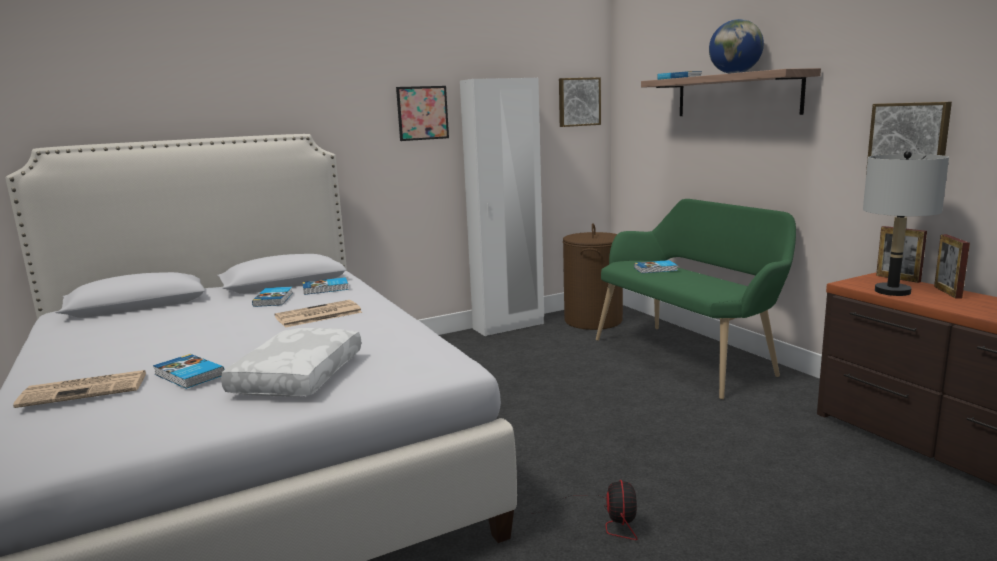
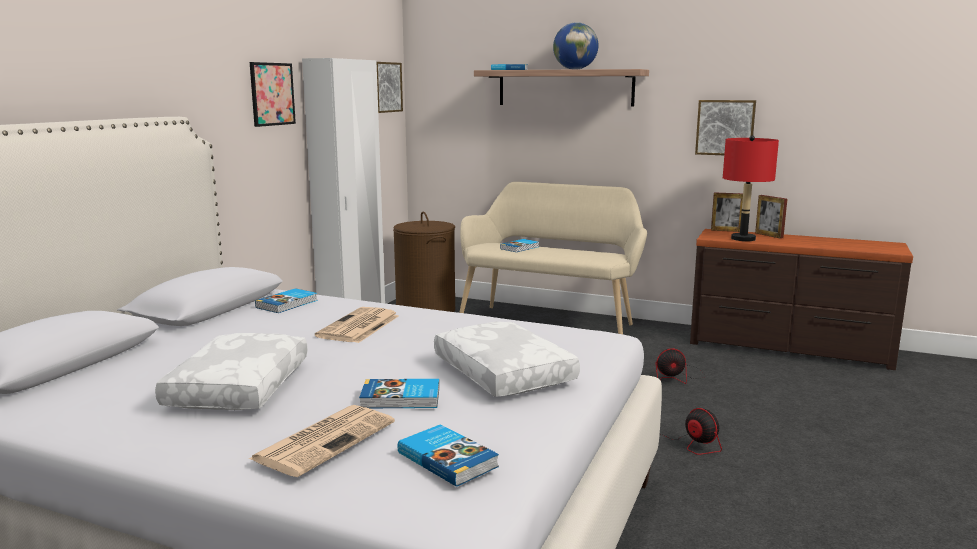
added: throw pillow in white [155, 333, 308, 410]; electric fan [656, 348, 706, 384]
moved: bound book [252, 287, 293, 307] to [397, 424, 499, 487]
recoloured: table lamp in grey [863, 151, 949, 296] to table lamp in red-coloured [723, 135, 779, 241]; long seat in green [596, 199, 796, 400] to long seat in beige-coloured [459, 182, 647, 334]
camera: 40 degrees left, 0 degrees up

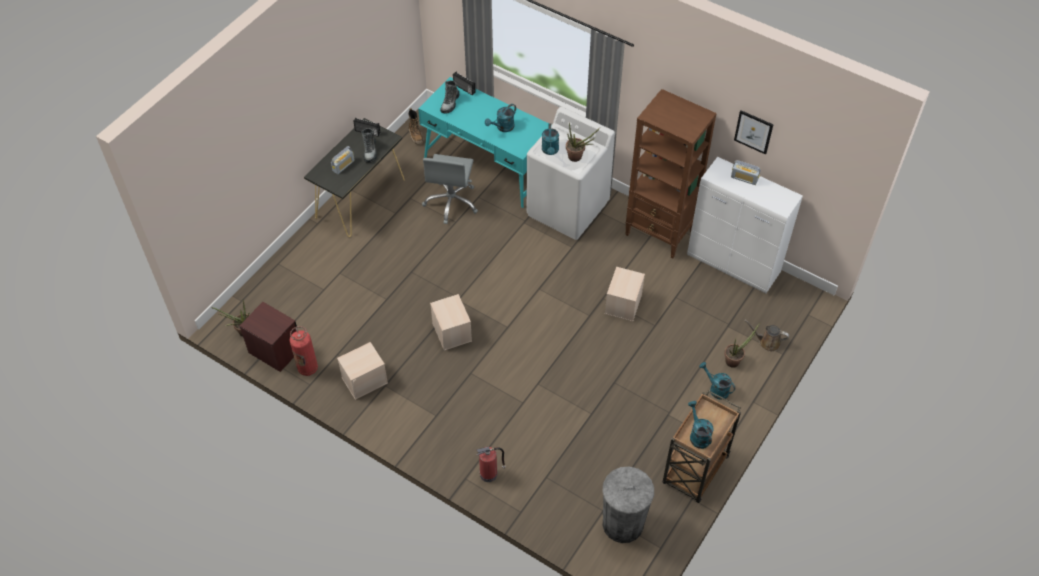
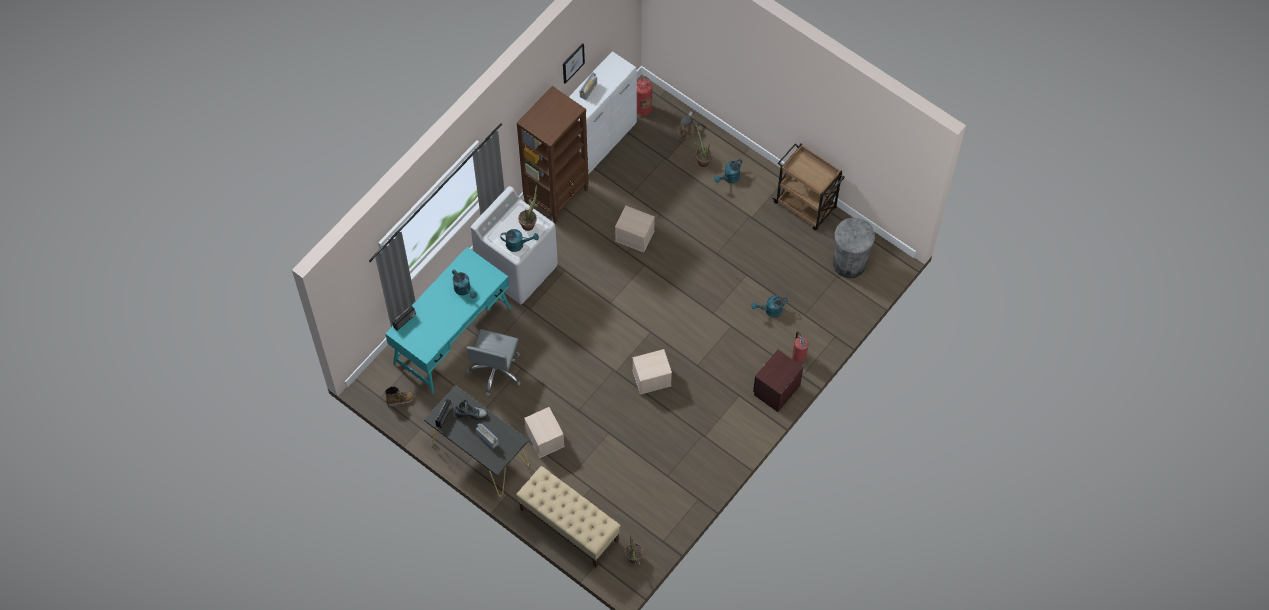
removed: boot [440, 80, 460, 113]
added: long seat in beige-coloured [516, 466, 621, 567]
moved: bedside table in brown-coloured [239, 302, 297, 372] to [753, 350, 803, 412]; extinguisher [290, 326, 318, 376] to [637, 76, 652, 116]; storage container in beige-coloured [337, 342, 388, 400] to [524, 407, 565, 458]; watering pot in turquoise-coloured [688, 401, 713, 449] to [751, 295, 788, 318]
turned: office chair in grey [422, 154, 478, 224] = [467, 329, 521, 396] 90 degrees clockwise
camera: 85 degrees left, 10 degrees up

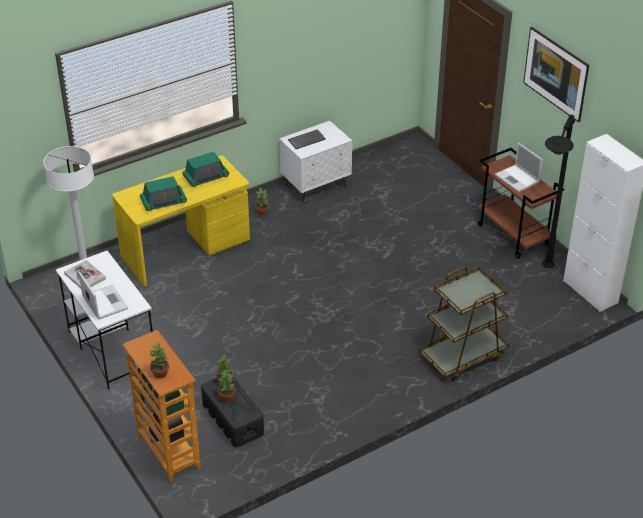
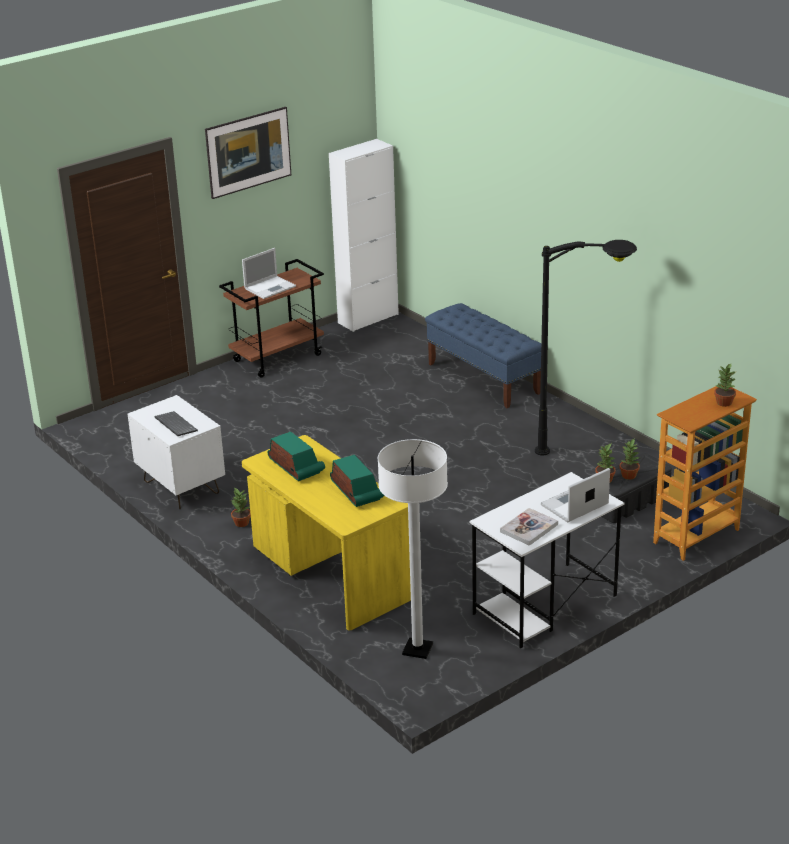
moved: floor lamp in black [542, 114, 575, 268] to [535, 240, 637, 455]
replaced: trolley in brown-coloured [419, 266, 509, 381] to long seat in bluish [425, 303, 541, 408]
camera: 95 degrees left, 10 degrees down

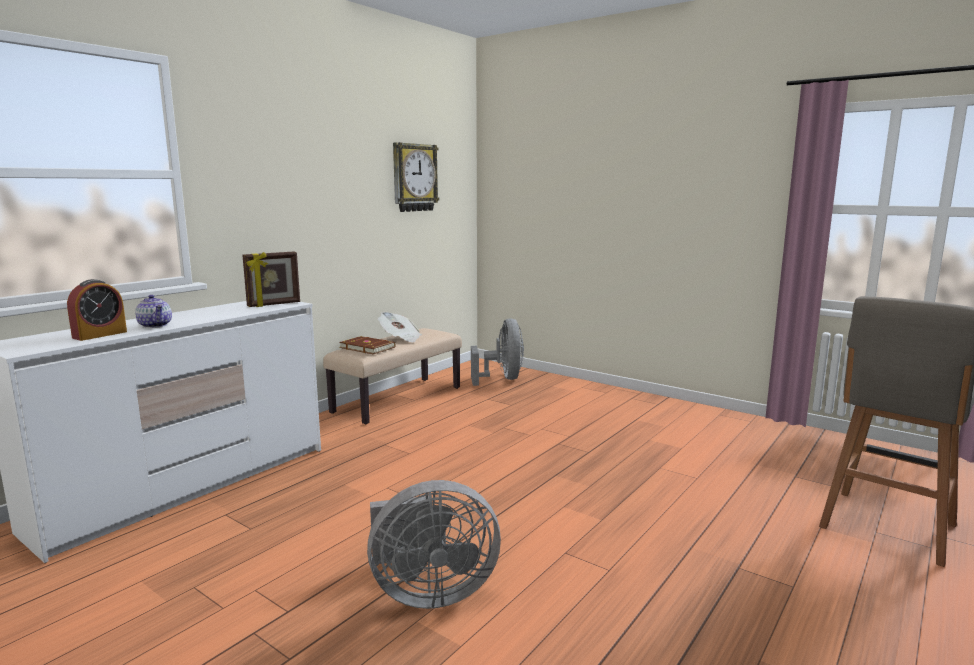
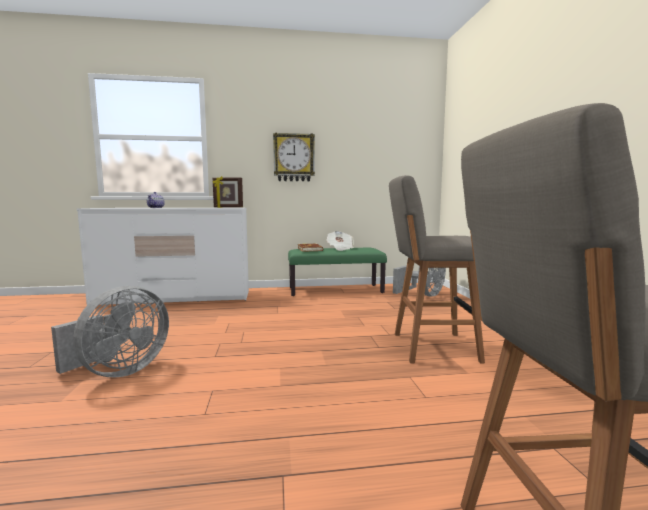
removed: bedside clock [67, 279, 127, 341]
added: stool in grey [389, 175, 485, 363]
moved: hanging clock [393, 142, 439, 212] to [273, 133, 315, 181]
recoloured: long seat in beige-coloured [323, 328, 462, 424] to long seat in green [288, 248, 387, 296]
turned: electric fan in grey [367, 480, 501, 609] = [51, 286, 169, 377] 90 degrees counterclockwise
camera: 45 degrees right, 5 degrees down

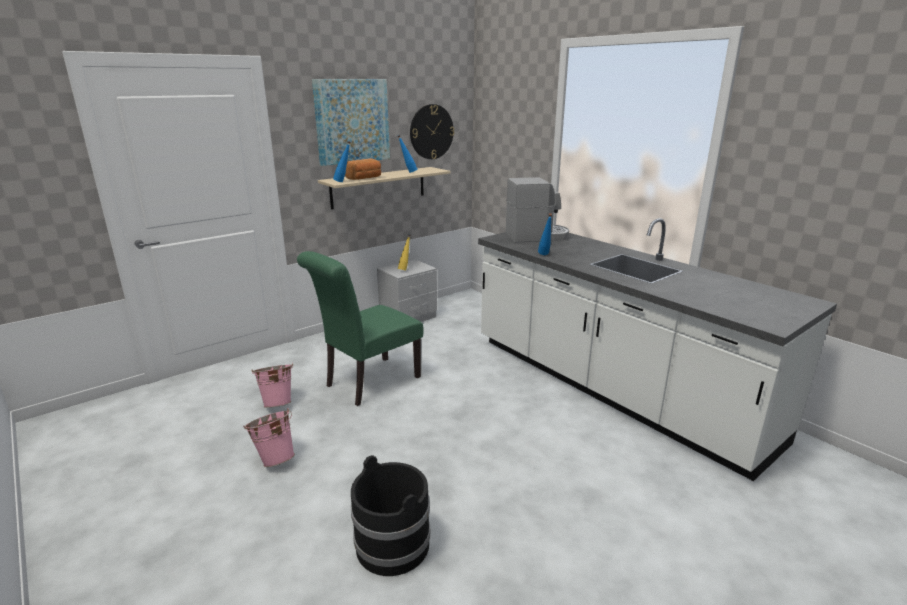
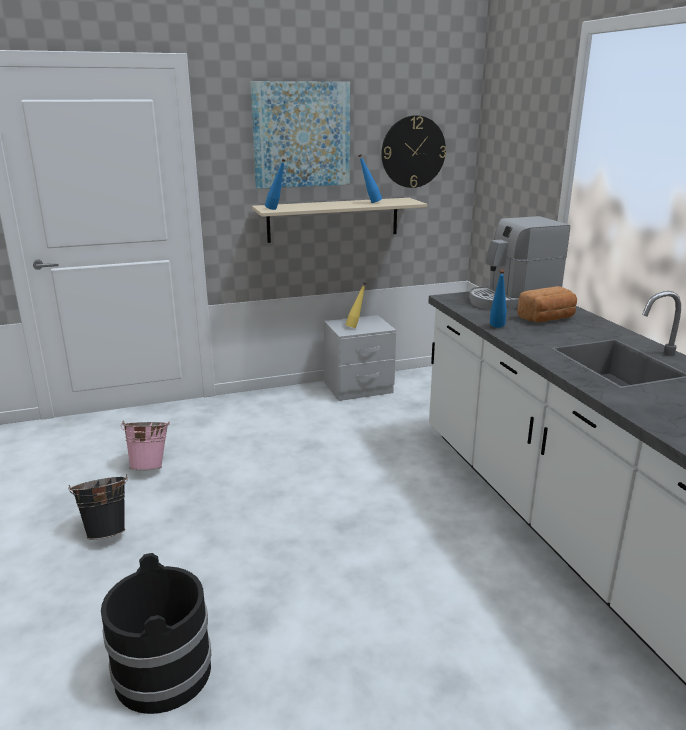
removed: plain chair in green [297, 251, 424, 406]
moved: bakery bread [345, 158, 381, 180] to [517, 286, 577, 323]
recoloured: bucket in pinkish [243, 408, 295, 467] to bucket in black [68, 474, 128, 540]
turned: coffee machine [506, 177, 569, 243] = [469, 216, 570, 310] 150 degrees clockwise
camera: 20 degrees right, 0 degrees up

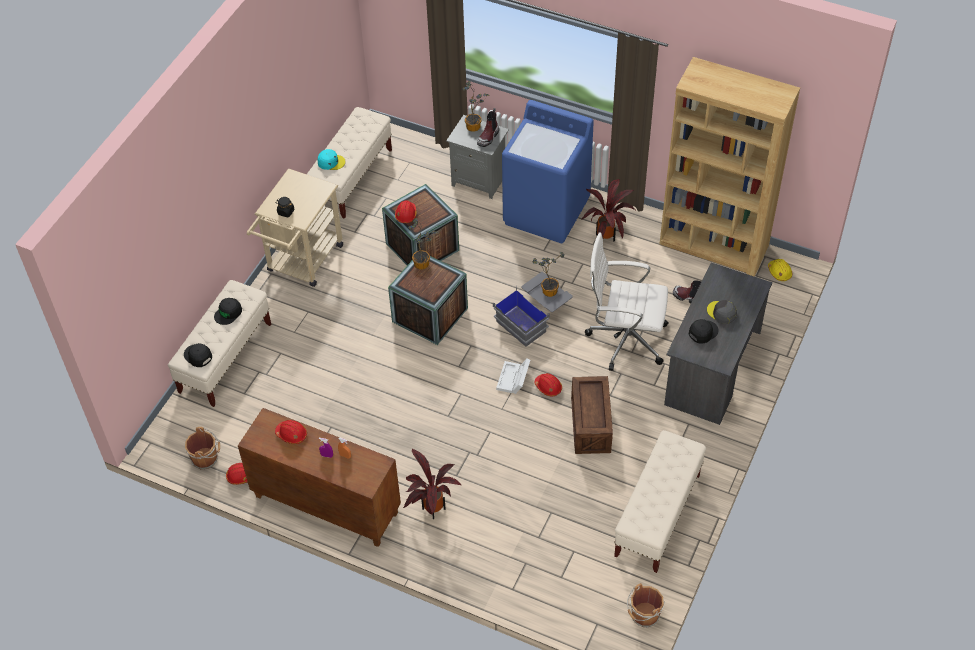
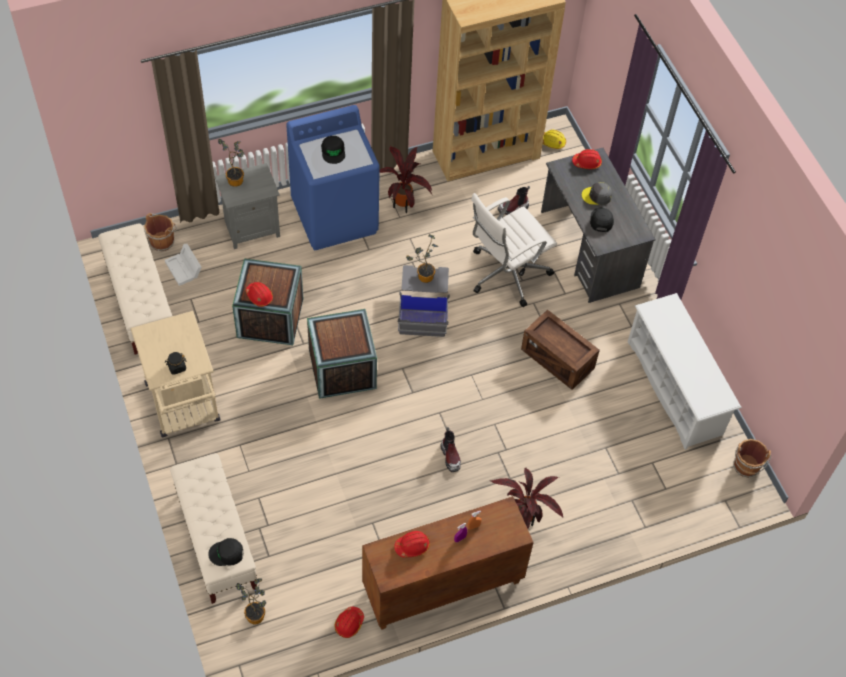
removed: peaked cap in turquoise-coloured [318, 149, 346, 170]
moved: boot [477, 108, 499, 147] to [441, 427, 461, 472]; potted plant [408, 218, 438, 270] to [236, 578, 266, 624]; peaked cap in black [214, 298, 242, 325] to [321, 136, 345, 164]; storage container in white [496, 358, 530, 394] to [165, 244, 202, 286]; safety helmet in red-coloured [535, 373, 562, 397] to [572, 149, 602, 169]; bucket in brown-coloured [185, 427, 220, 470] to [144, 213, 177, 251]
replaced: long seat in beige-coloured [614, 430, 706, 573] to shoe stand in white [628, 293, 742, 450]
camera: 50 degrees left, 5 degrees up

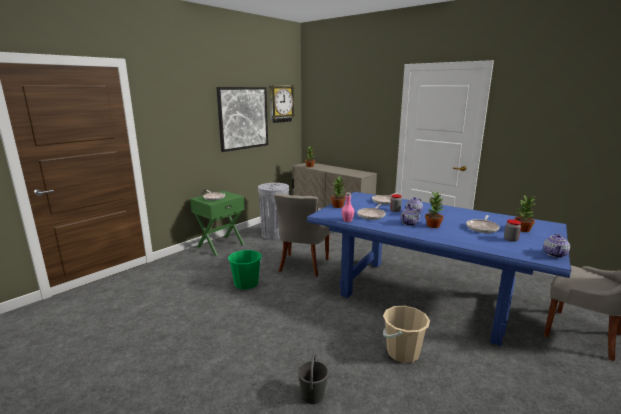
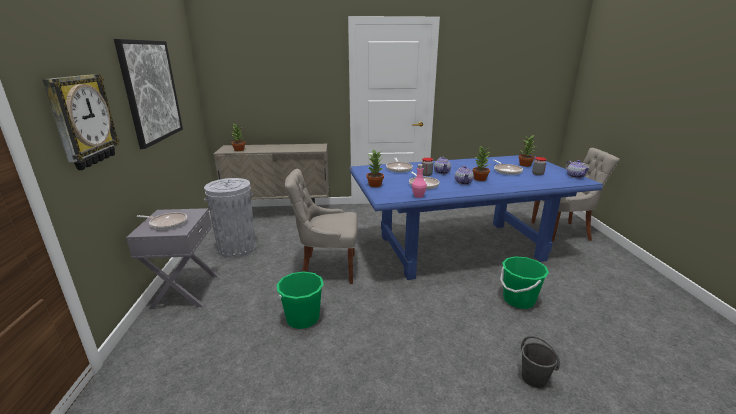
moved: hanging clock [269, 85, 295, 123] to [42, 74, 120, 170]
recoloured: bedside table in green [190, 191, 245, 256] to bedside table in grey [126, 208, 219, 309]; bucket in beige-coloured [383, 306, 430, 363] to bucket in green [500, 256, 549, 309]
turned: plain chair in grey [274, 194, 330, 277] = [285, 169, 358, 284] 120 degrees clockwise
camera: 45 degrees left, 5 degrees up

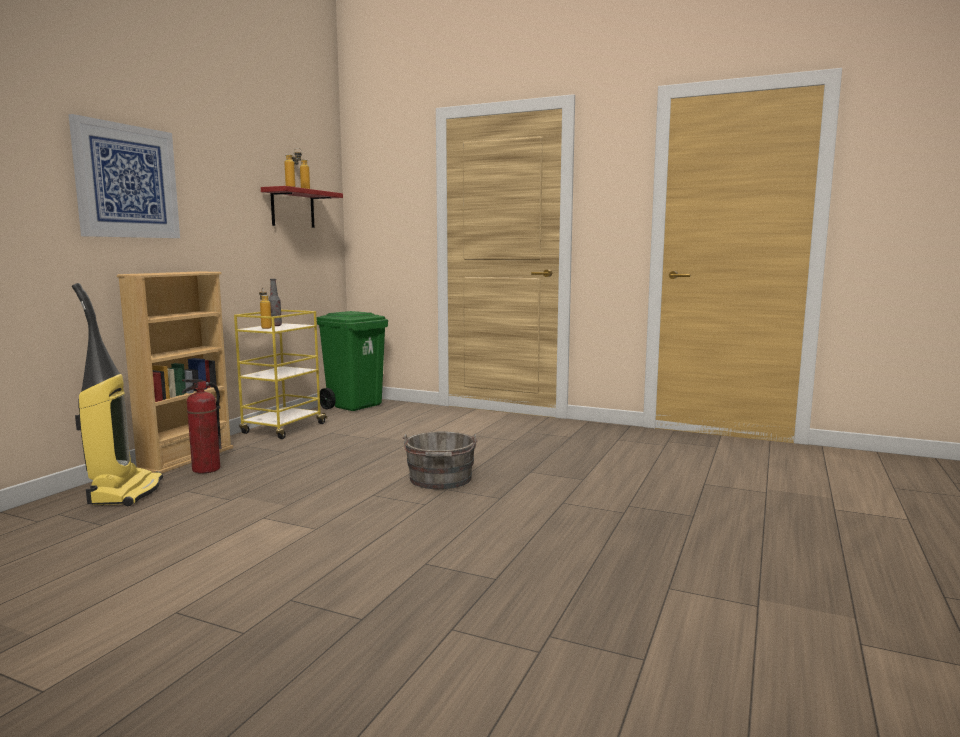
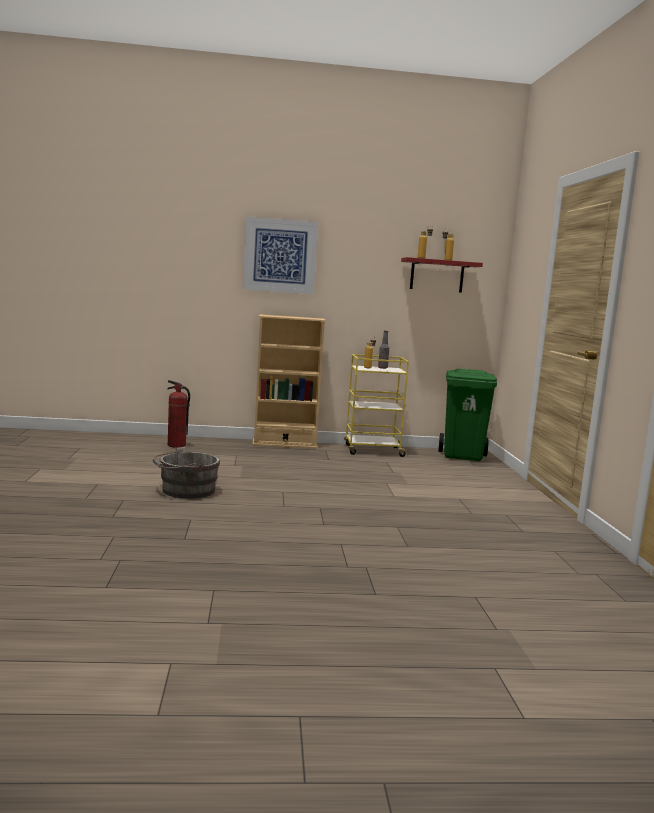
removed: vacuum cleaner [72, 283, 163, 506]
moved: extinguisher [182, 379, 222, 473] to [167, 380, 190, 448]; bucket in grey [403, 432, 477, 489] to [153, 447, 220, 499]
camera: 60 degrees right, 0 degrees up

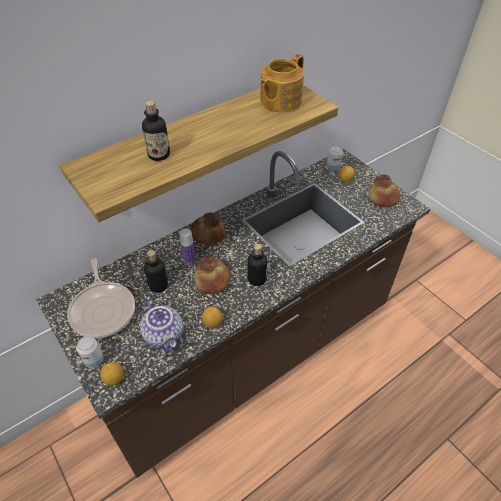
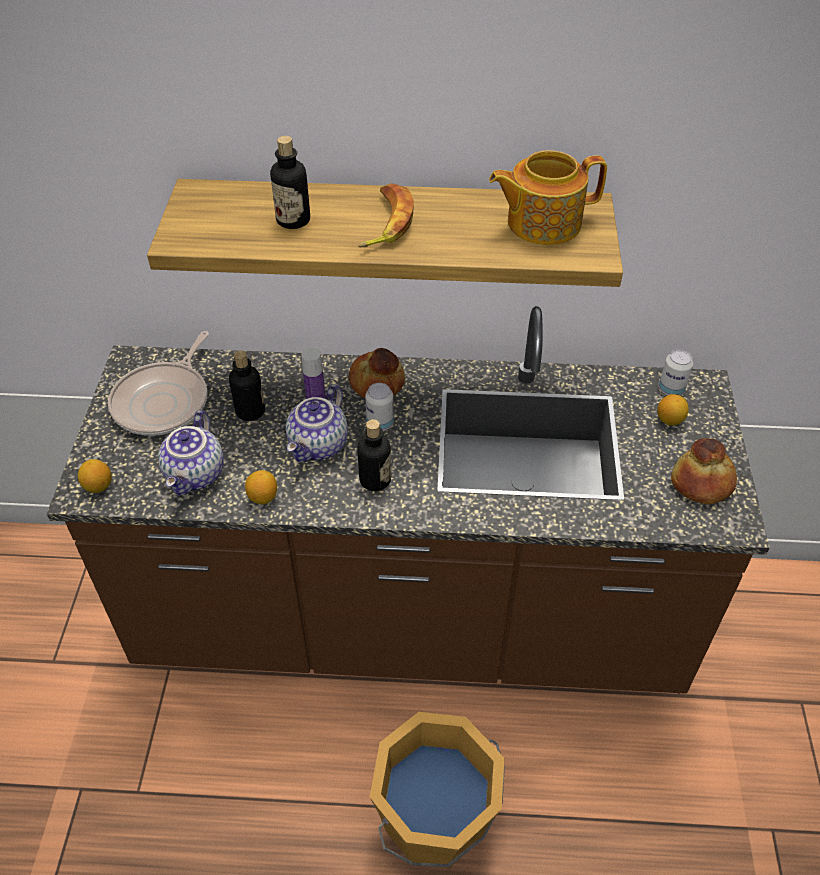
added: banana fruit [359, 183, 414, 247]; bucket in orange [370, 712, 505, 868]
moved: metal can [76, 336, 103, 368] to [365, 383, 394, 431]
replaced: bakery bread [194, 255, 231, 294] to teapot [286, 384, 348, 462]
camera: 40 degrees right, 0 degrees up

